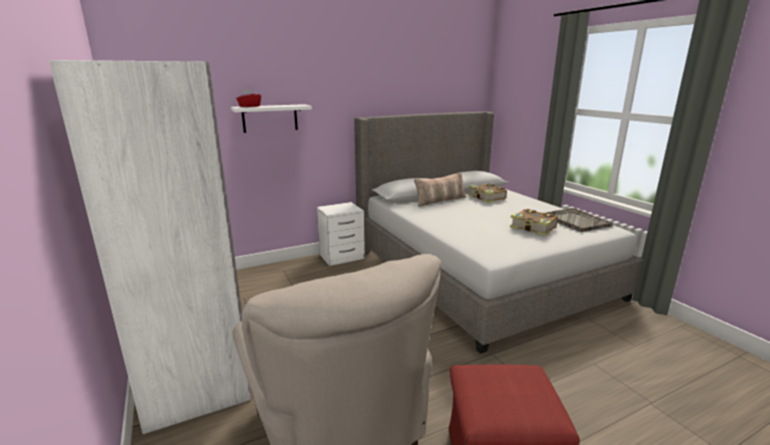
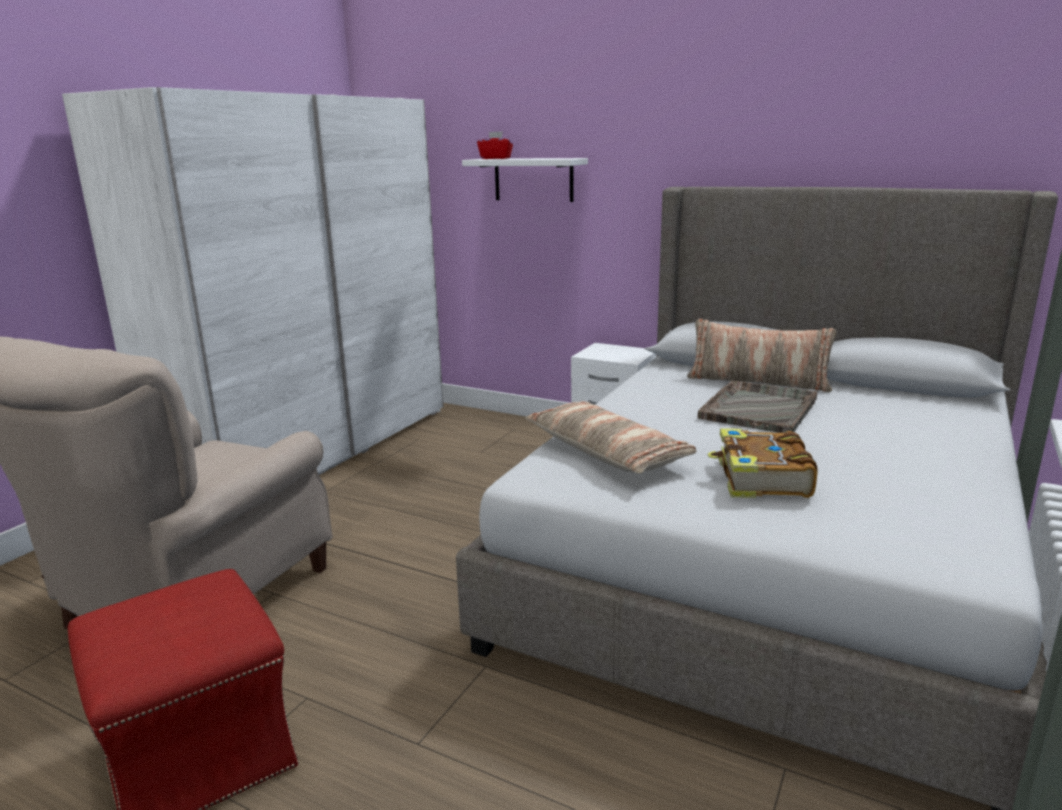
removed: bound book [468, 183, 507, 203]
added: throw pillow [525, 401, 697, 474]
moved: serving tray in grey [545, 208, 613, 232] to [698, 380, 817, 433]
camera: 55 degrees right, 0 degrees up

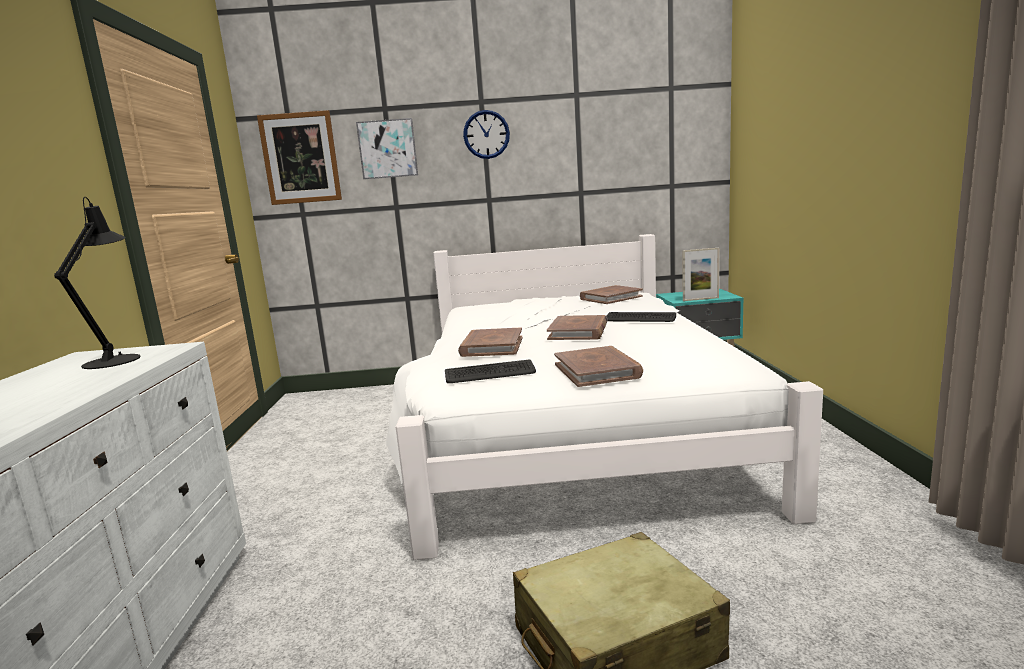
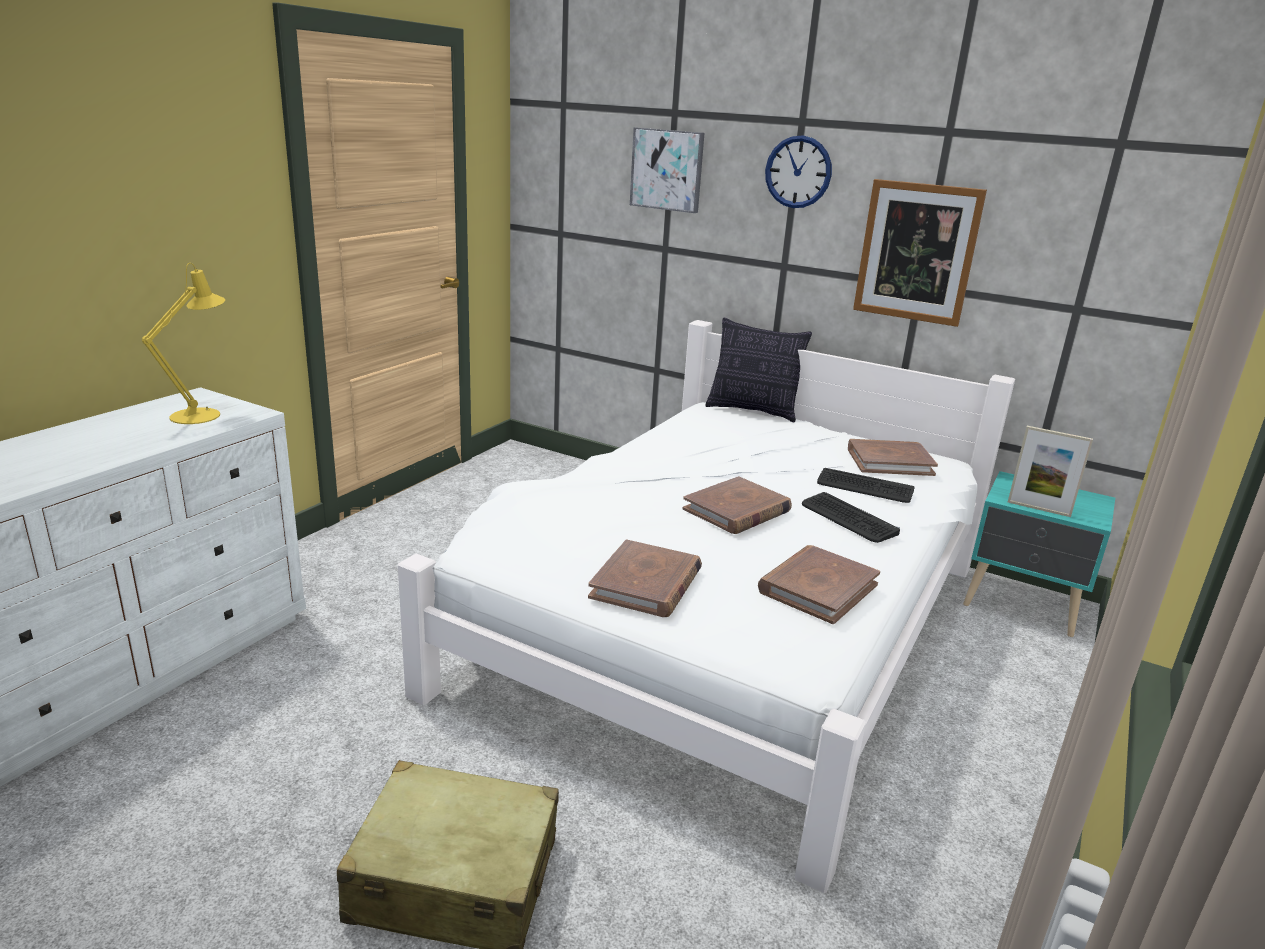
added: throw pillow [705, 318, 812, 422]
moved: wall art [257, 110, 342, 205] to [853, 179, 987, 327]; bound book in brown-coloured [458, 327, 523, 357] to [758, 545, 880, 624]; computer keyboard [445, 360, 536, 383] to [817, 468, 915, 503]
recoloured: table lamp in black [54, 197, 141, 369] to table lamp in yellowish [142, 263, 225, 424]
camera: 30 degrees right, 10 degrees up

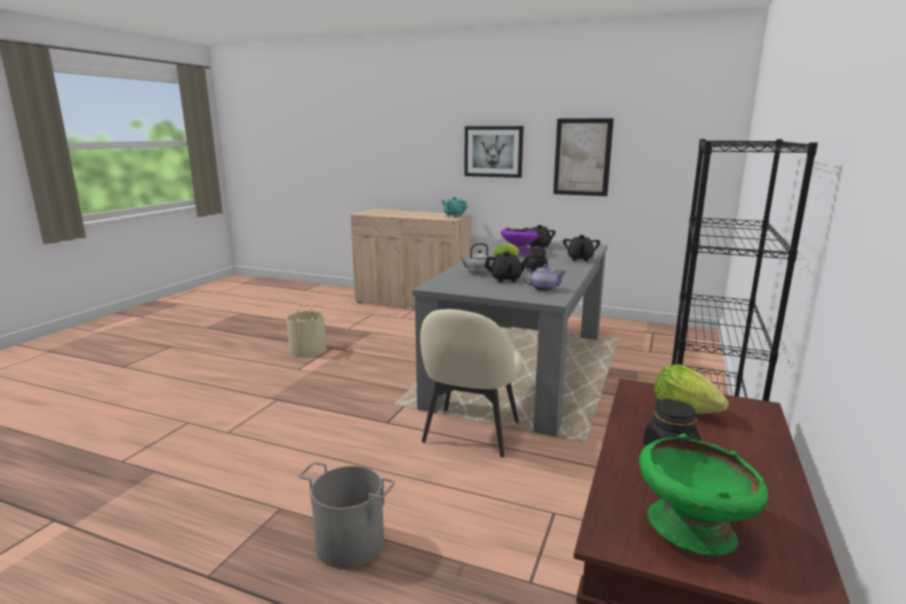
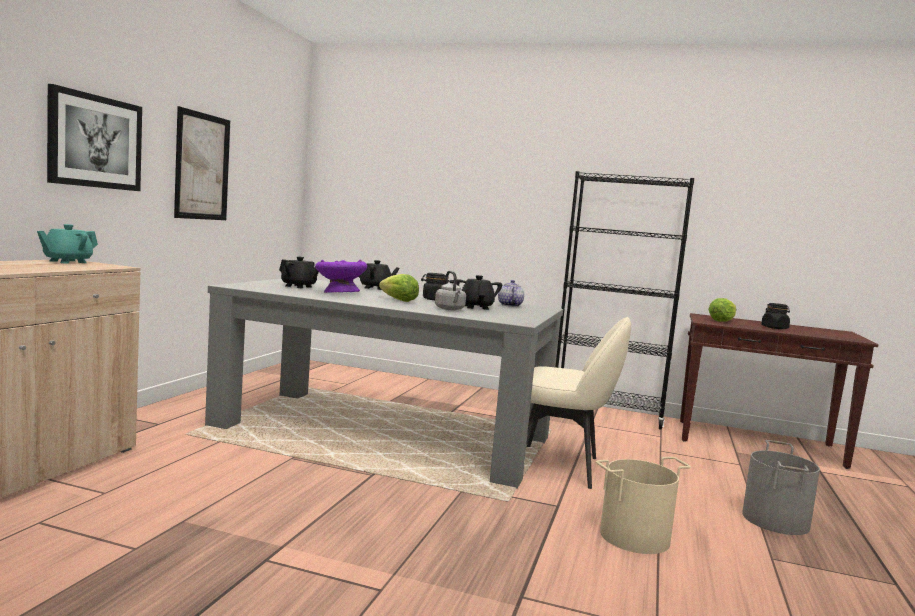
removed: deep dish in green [639, 434, 768, 556]
moved: bucket in beige-coloured [286, 305, 326, 357] to [596, 457, 691, 554]
camera: 95 degrees left, 10 degrees down

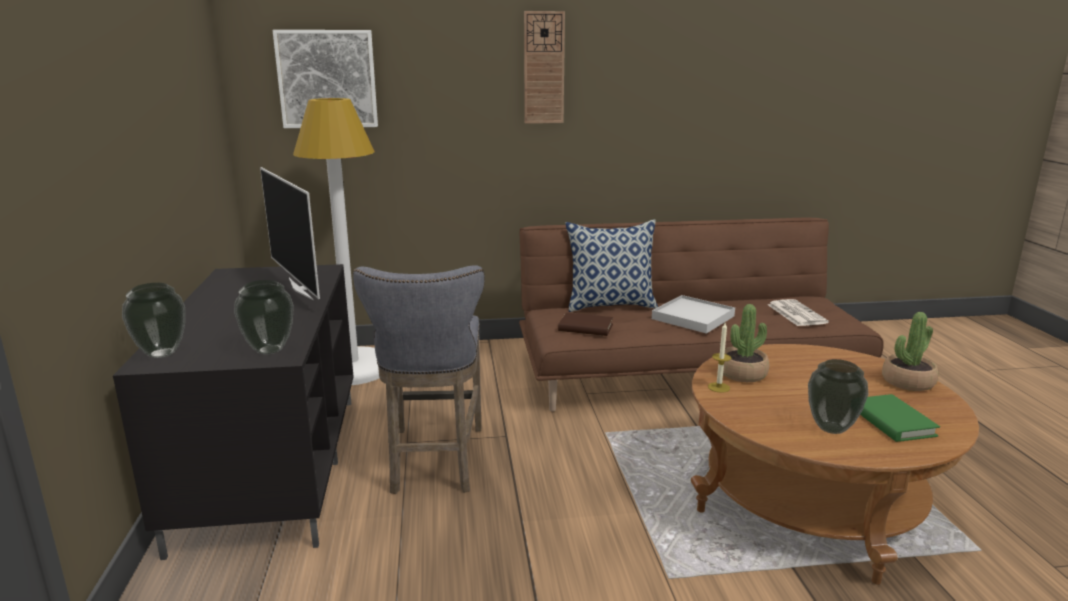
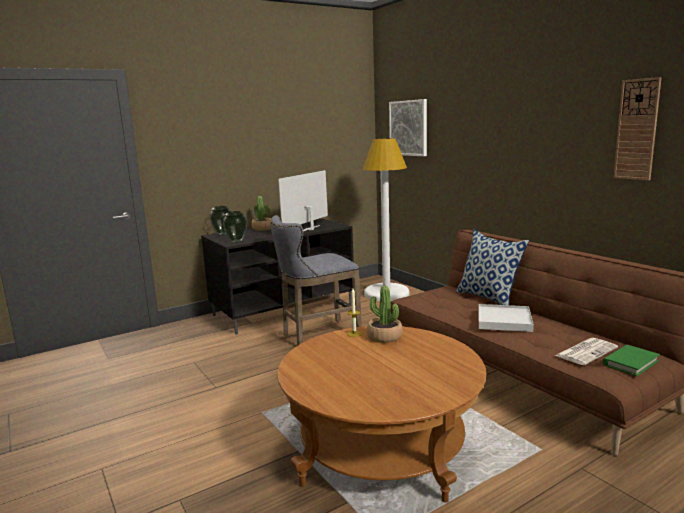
removed: bound book in brown-coloured [558, 313, 613, 336]; vase [808, 359, 868, 434]
moved: hanging clock [524, 11, 565, 124] to [613, 77, 662, 181]; potted plant [882, 312, 938, 391] to [251, 196, 272, 231]; bound book in green [860, 394, 940, 442] to [603, 345, 660, 376]
camera: 65 degrees right, 5 degrees down

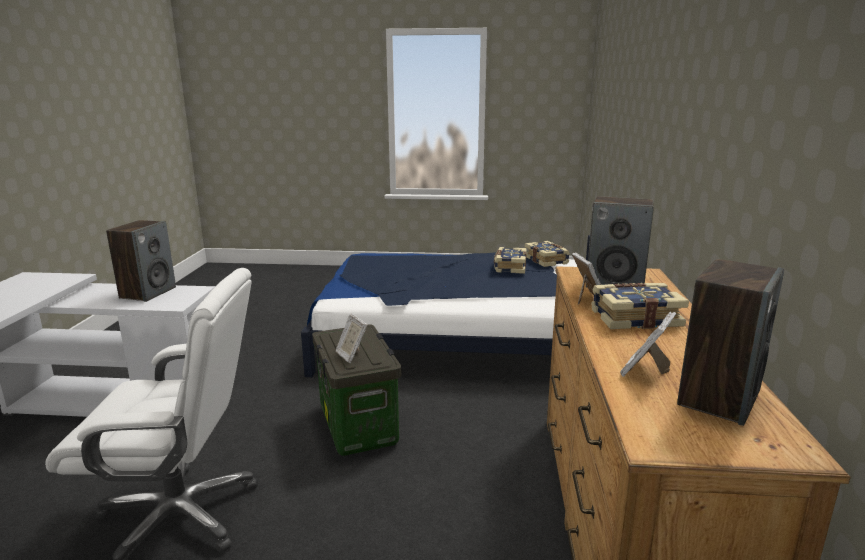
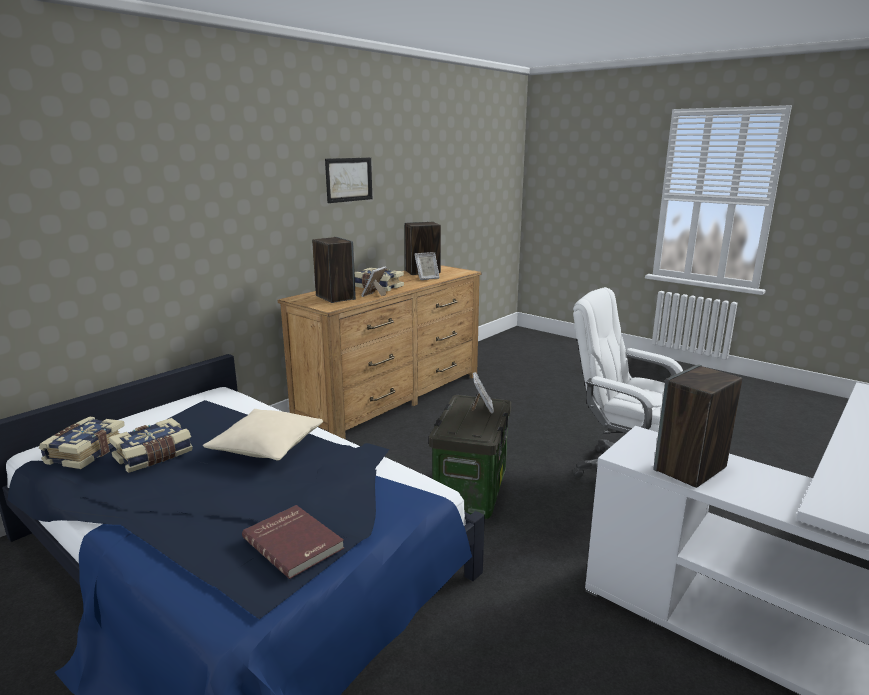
added: wall art [325, 158, 372, 203]; throw pillow in beige-coloured [203, 409, 323, 461]; bound book in red-coloured [242, 505, 344, 579]
camera: 145 degrees left, 0 degrees up

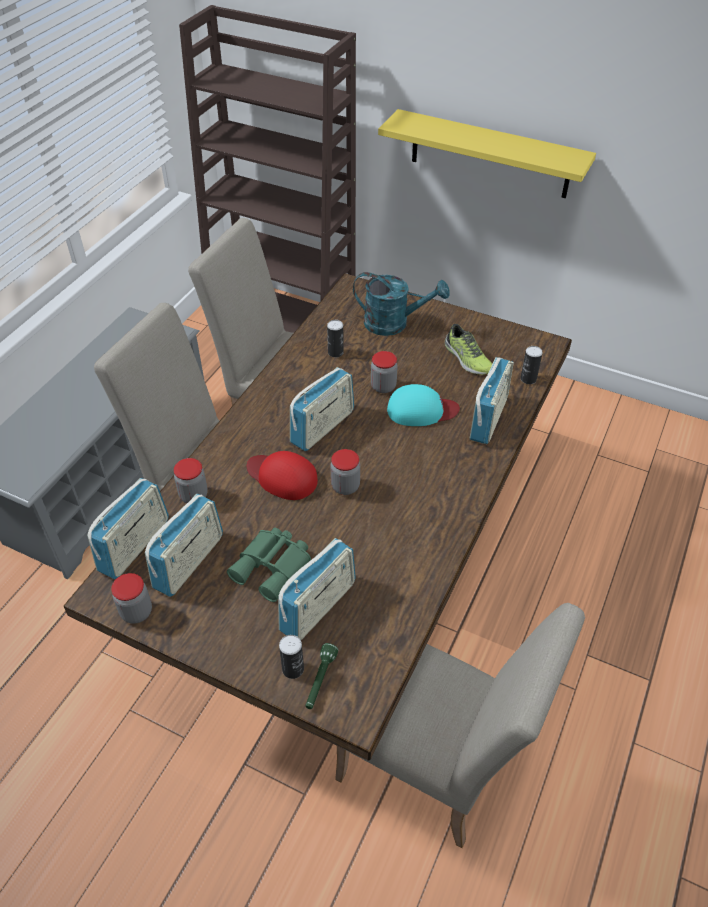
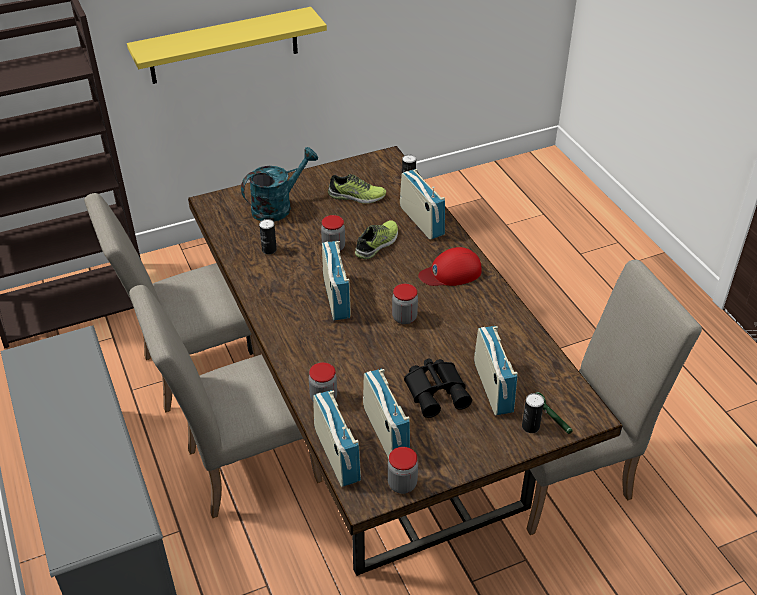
moved: peaked cap in red-coloured [247, 451, 318, 500] to [418, 247, 482, 286]
replaced: peaked cap in turquoise-coloured [387, 384, 460, 426] to shoe [355, 220, 398, 259]
recoloured: binoculars in green [227, 528, 311, 602] to binoculars in black [404, 359, 472, 418]
camera: 50 degrees left, 5 degrees down

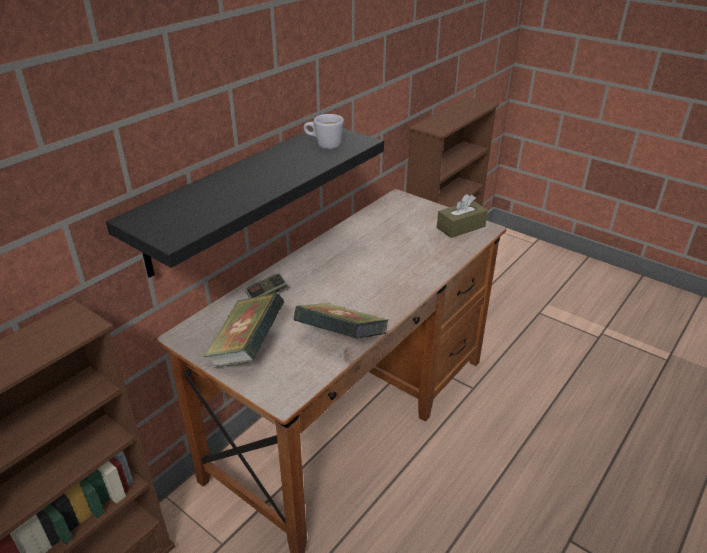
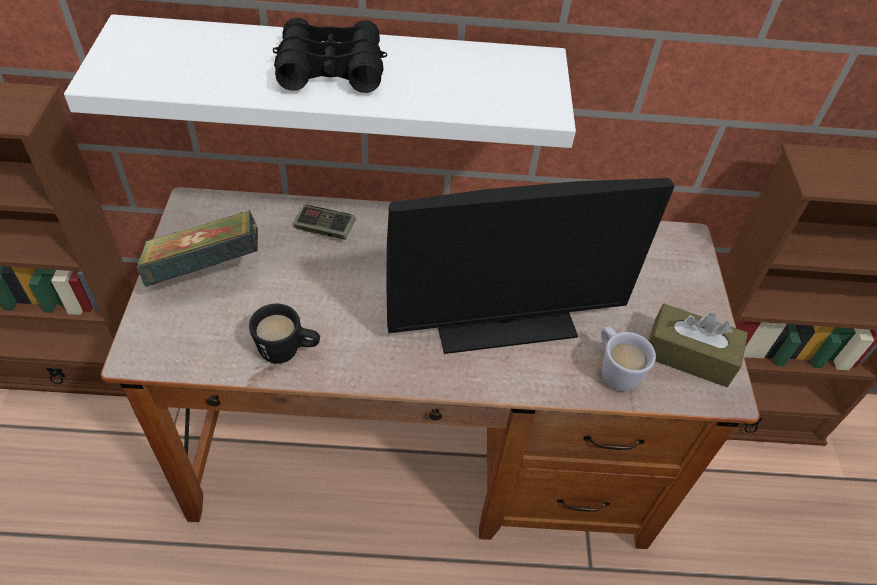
added: binoculars in black [273, 18, 387, 93]; monitor [386, 178, 675, 354]
moved: mug in white [304, 114, 344, 149] to [601, 327, 656, 392]
replaced: bound book [294, 303, 388, 339] to mug in black [249, 304, 320, 364]
recoloured: wall shelf in black [106, 128, 384, 278] to wall shelf in white [64, 14, 576, 148]
camera: 50 degrees right, 15 degrees up

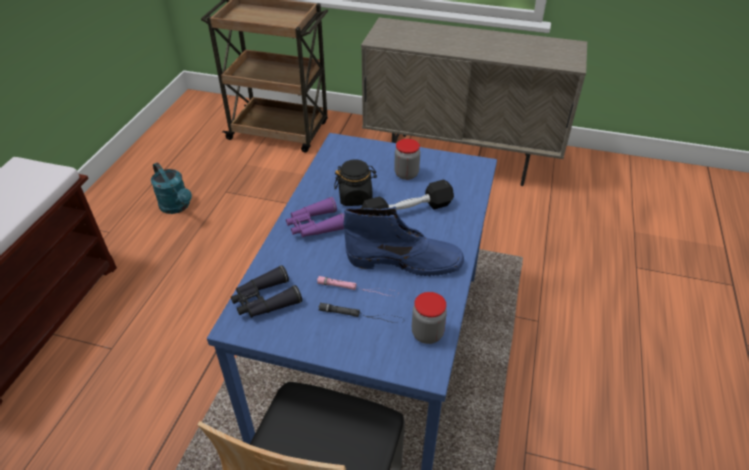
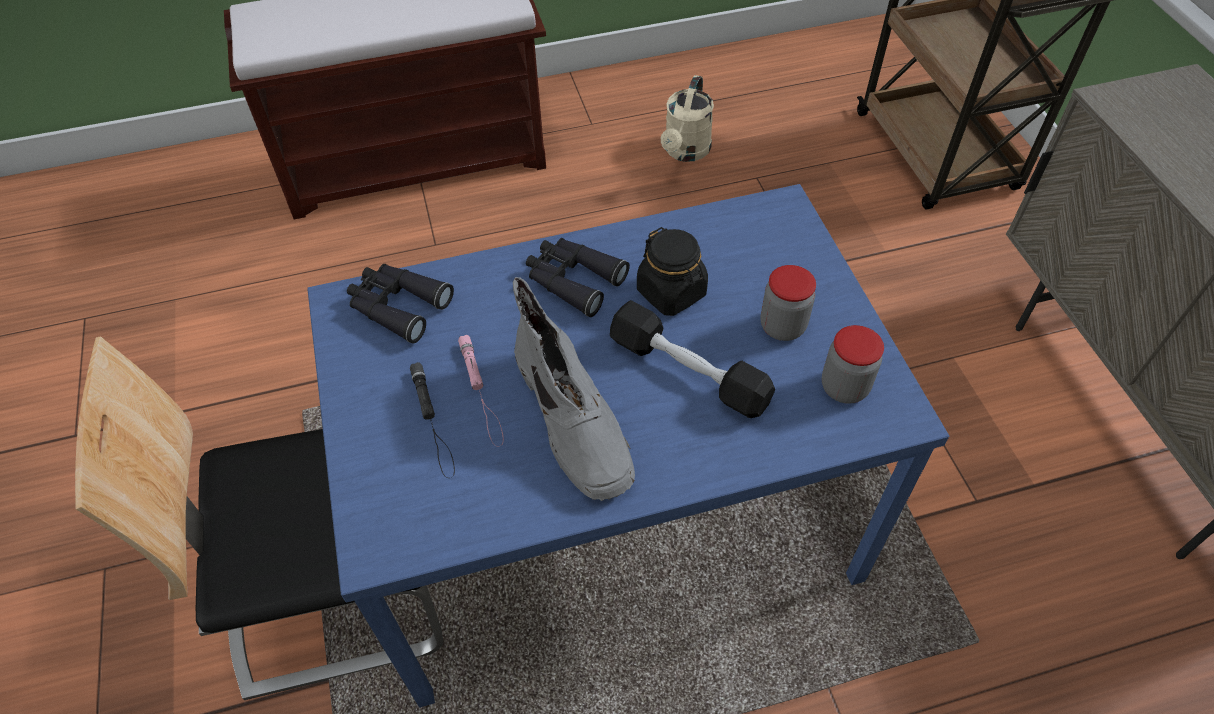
moved: storage jar [412, 292, 447, 344] to [822, 325, 884, 404]
recoloured: watering pot in turquoise-coloured [151, 162, 192, 214] to watering pot in beige-coloured [661, 75, 714, 162]; binoculars in purple-coloured [286, 197, 344, 237] to binoculars in black [526, 238, 630, 317]; boot in bluish [344, 207, 464, 277] to boot in grey [513, 277, 635, 501]
camera: 60 degrees right, 10 degrees up

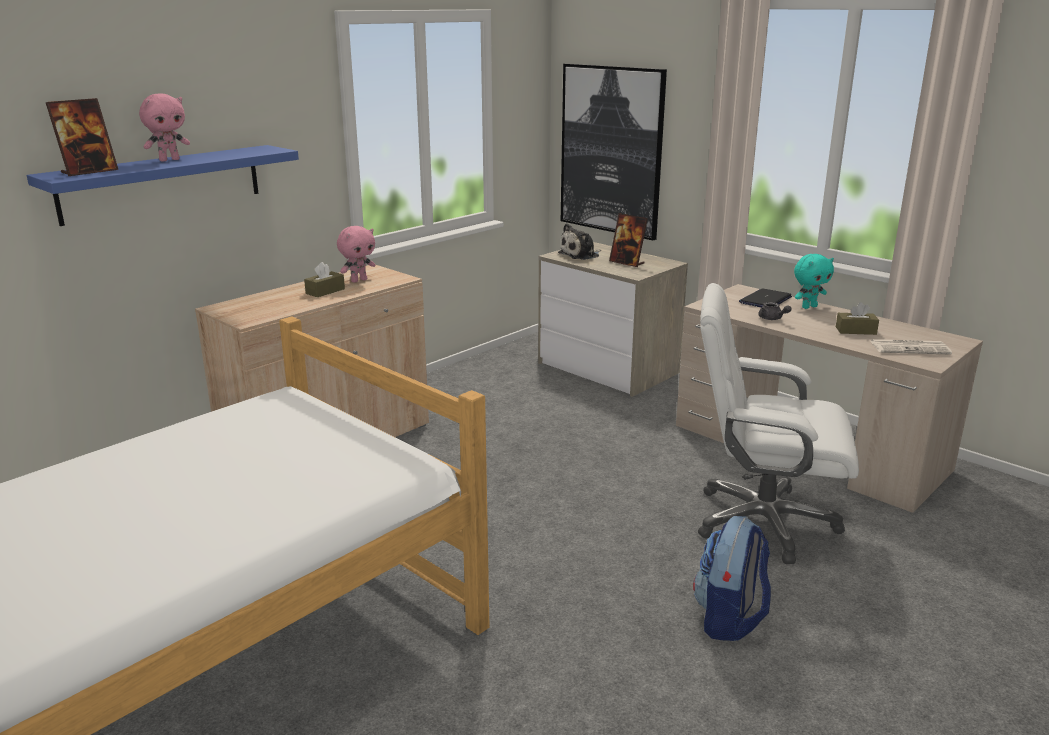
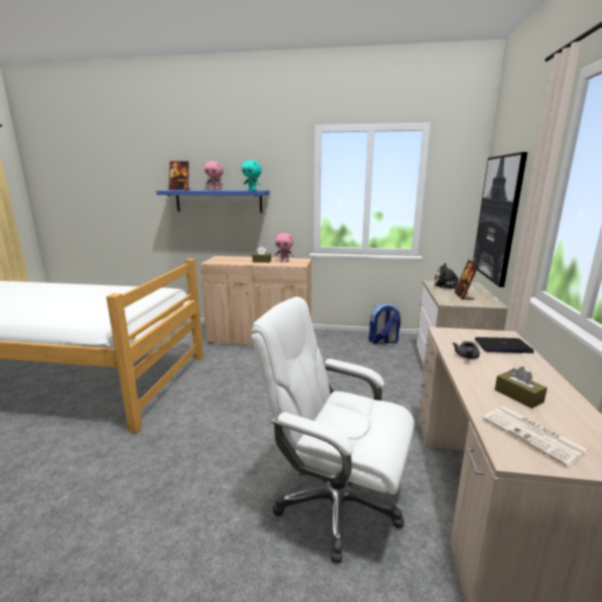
moved: plush toy in turquoise-coloured [794, 254, 834, 309] to [242, 160, 262, 191]; knapsack [693, 516, 771, 641] to [369, 303, 401, 344]
turned: office chair in white [698, 283, 859, 564] = [251, 297, 415, 563] 45 degrees counterclockwise
camera: 55 degrees right, 5 degrees down

